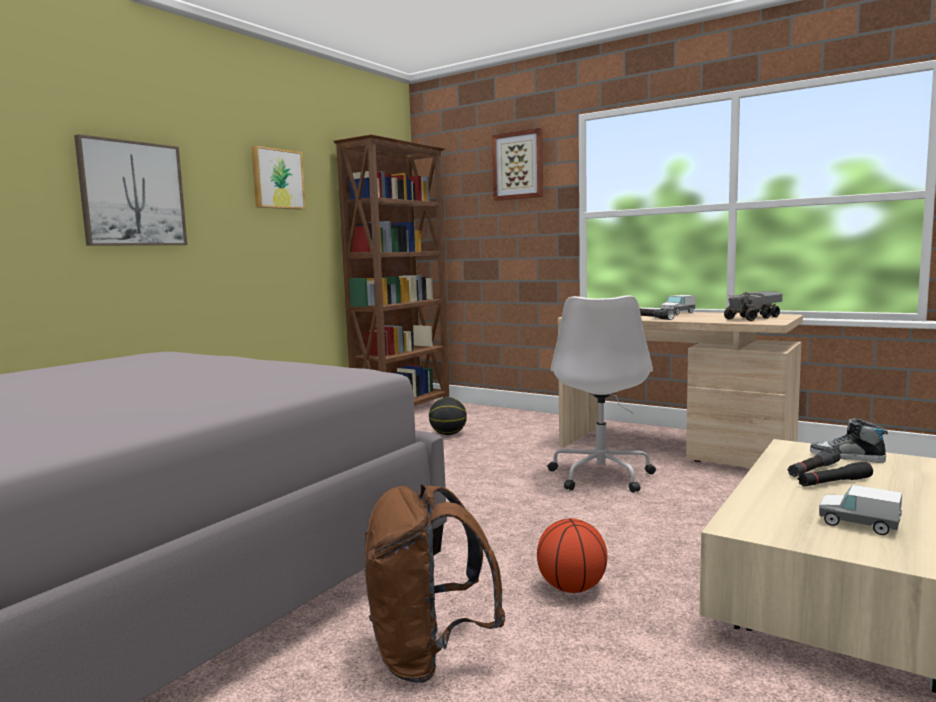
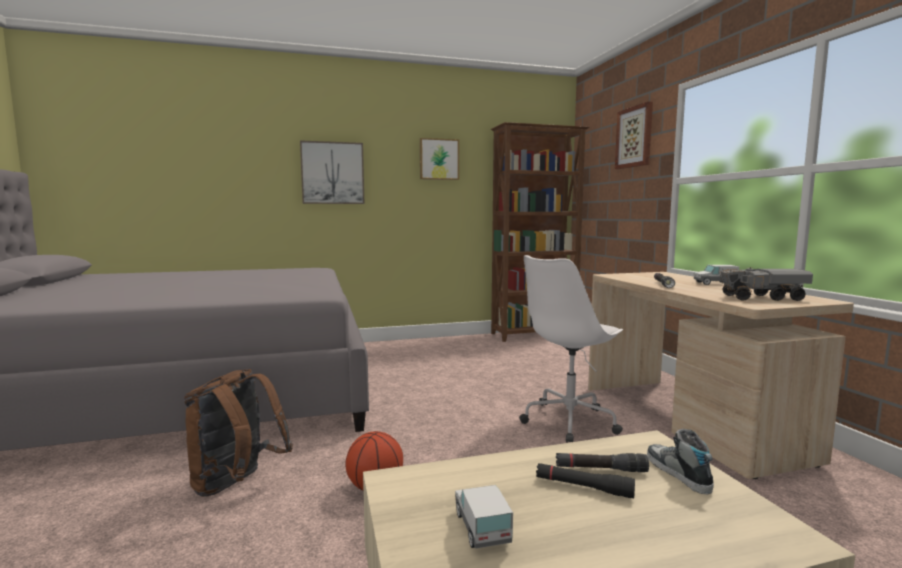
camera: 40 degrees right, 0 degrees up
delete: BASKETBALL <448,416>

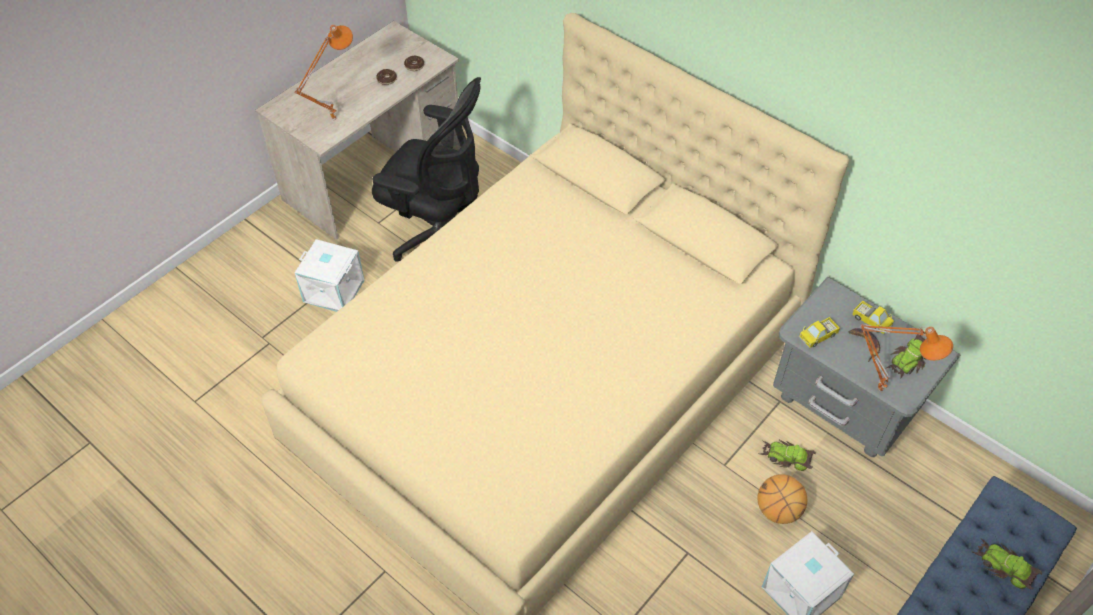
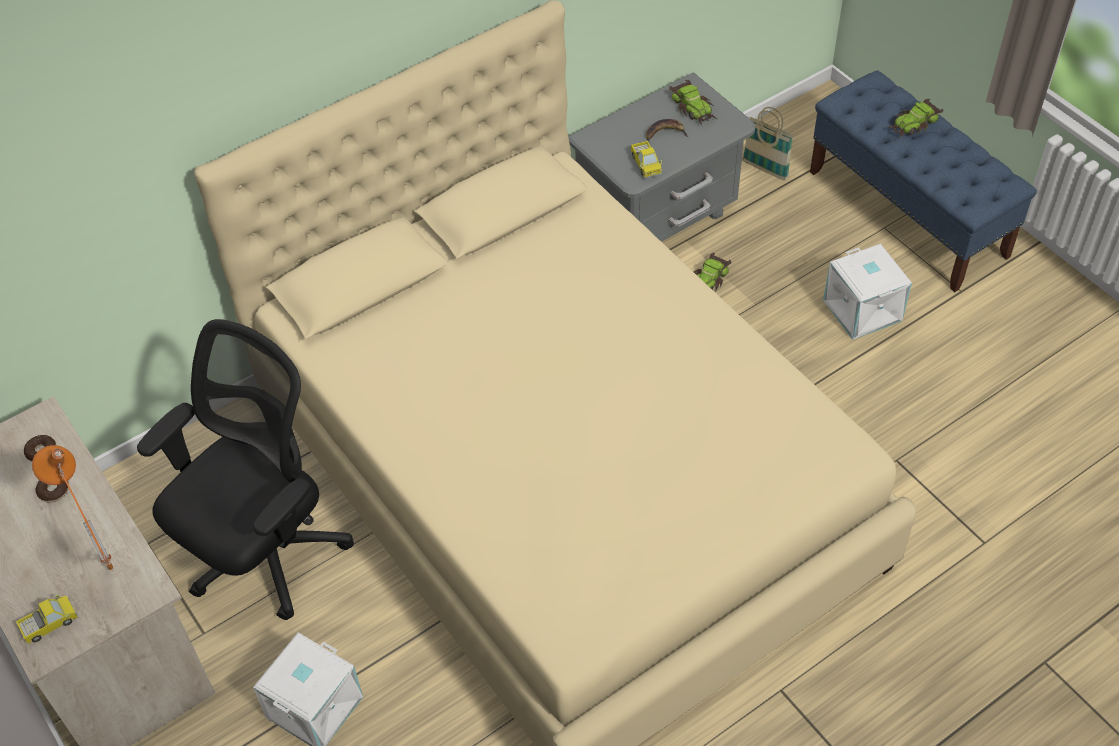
camera: 75 degrees left, 0 degrees up
delete: BASKETBALL <782,499>; ORANGE TABLE LAMP <906,358>
insert: BASKET <768,143>
move: TOY TRUCK <873,318> to <47,619>

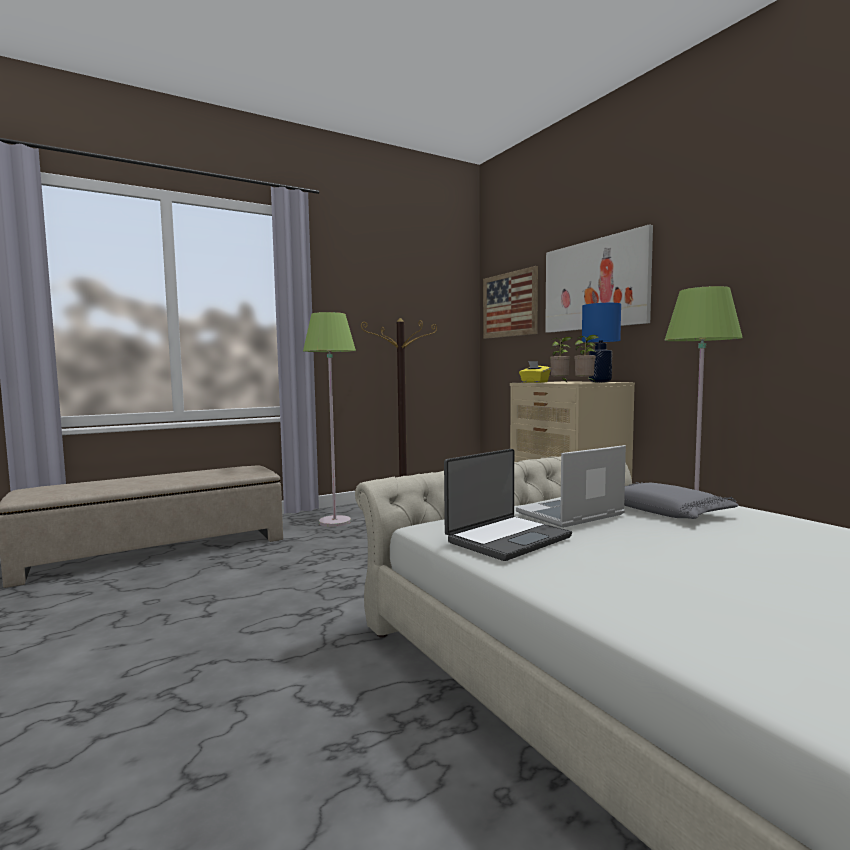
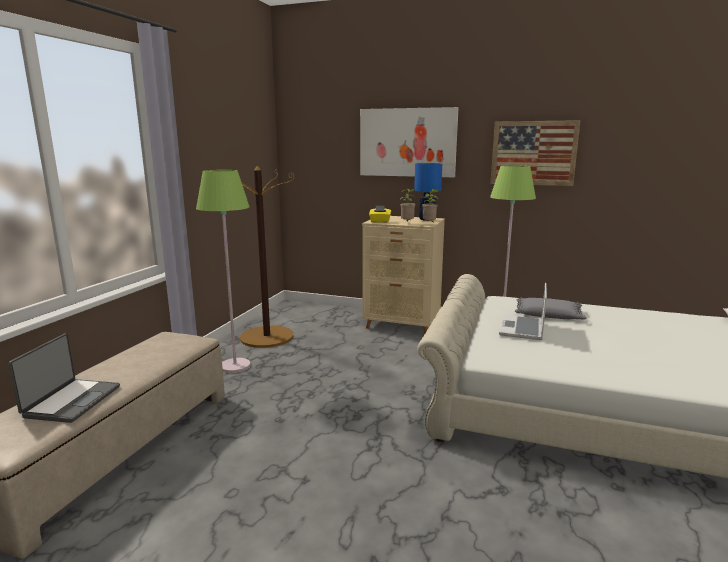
camera: 40 degrees left, 10 degrees up
move: LAPTOP <508,505> to <64,378>; PICTURE <510,302> to <536,153>

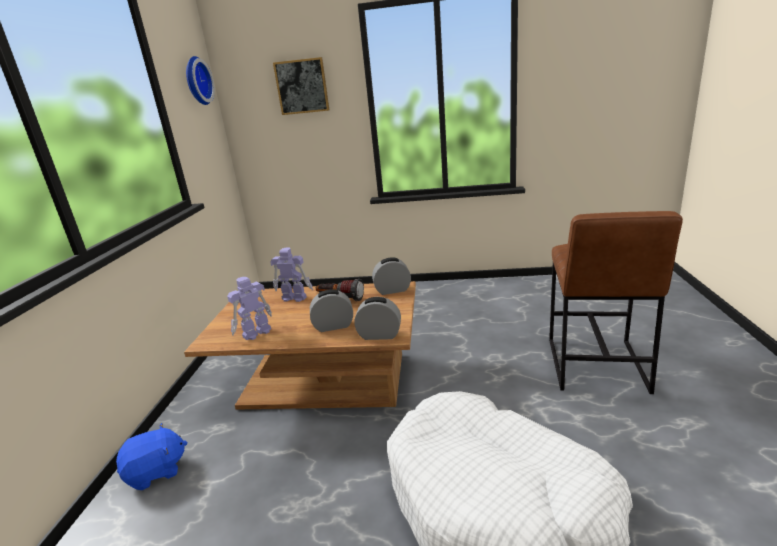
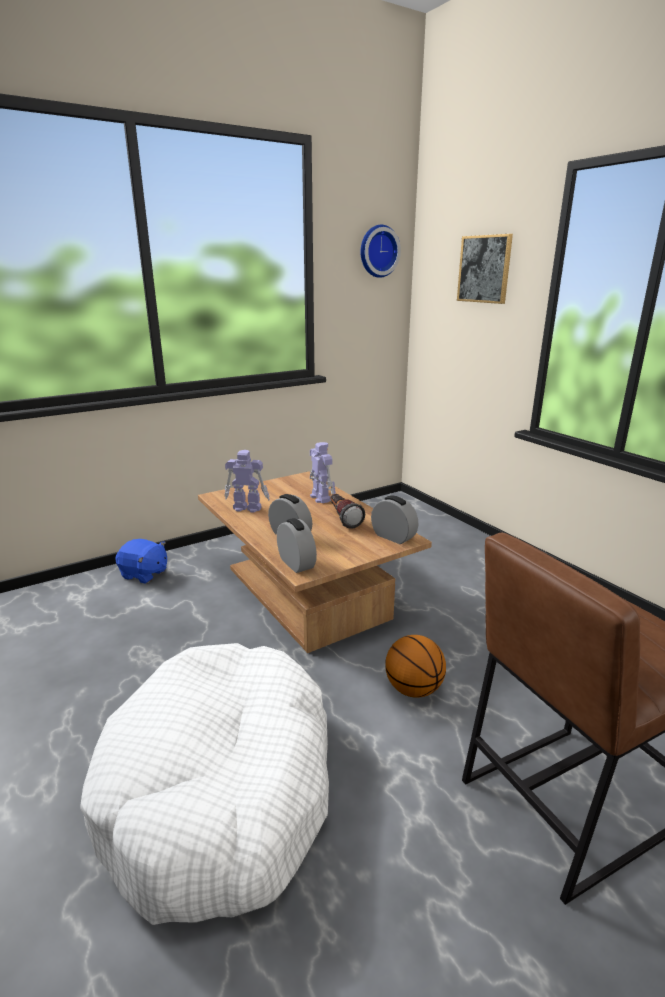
camera: 50 degrees right, 0 degrees up
insert: BASKETBALL <415,666>

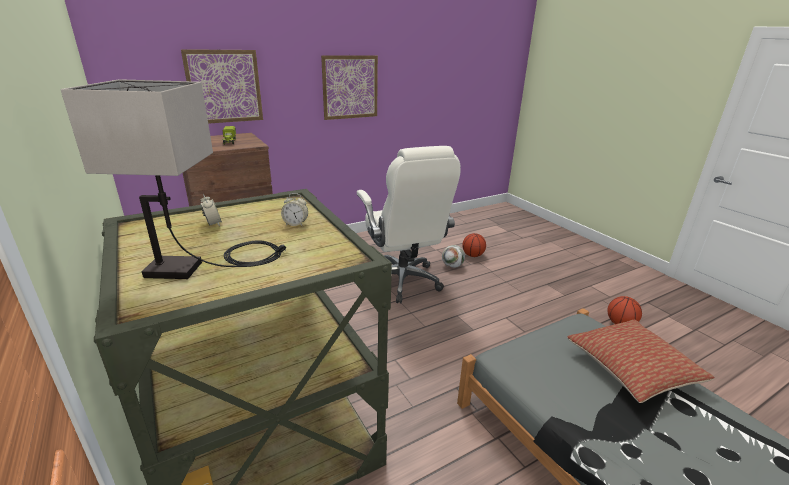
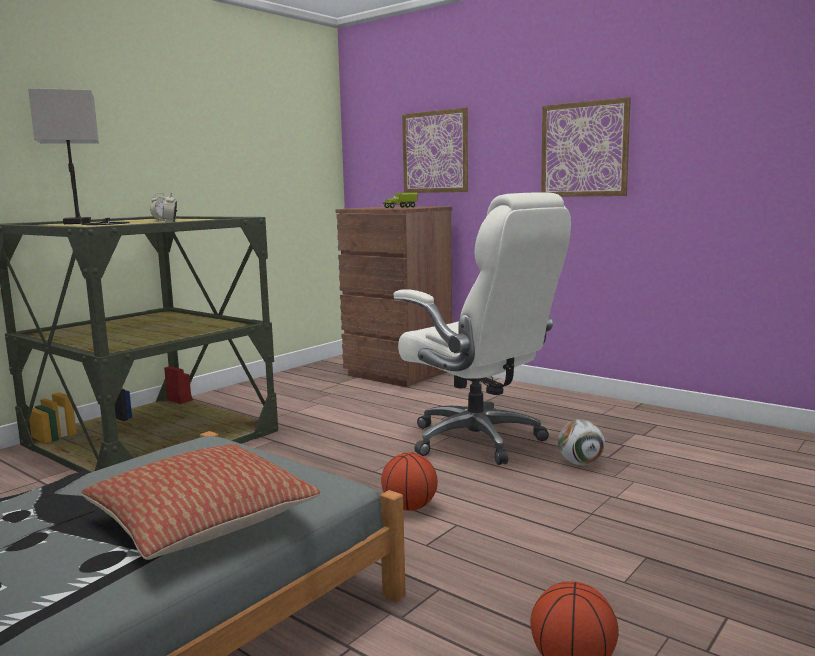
camera: 70 degrees right, 15 degrees down
move: BASKETBALL <474,245> to <409,481>
rotate: WHITE OFFICE CHAIR <409,225> = <482,328> 90 degrees counterclockwise

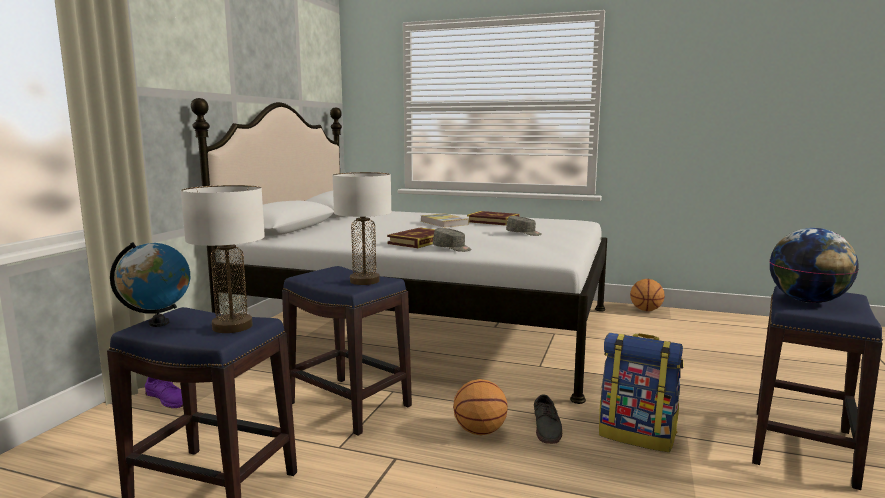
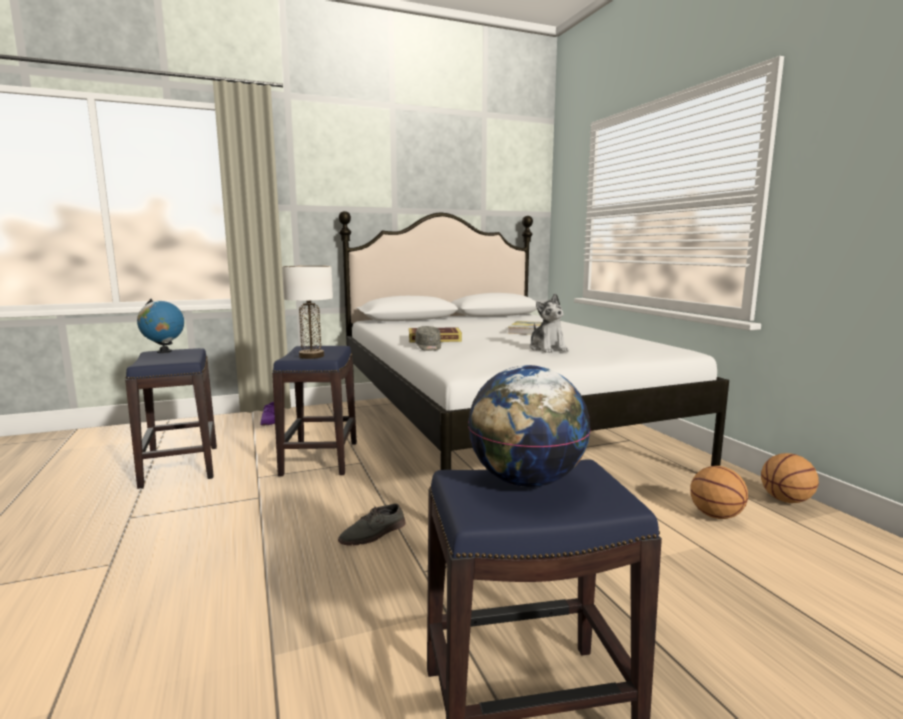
camera: 50 degrees right, 0 degrees up
delete: TABLE LAMP <223,259>; BOOK <493,218>; BACKPACK <641,392>
move: BASKETBALL <480,407> to <719,492>
replace: GREY CAP <524,226> to PLUSH TOY <549,323>

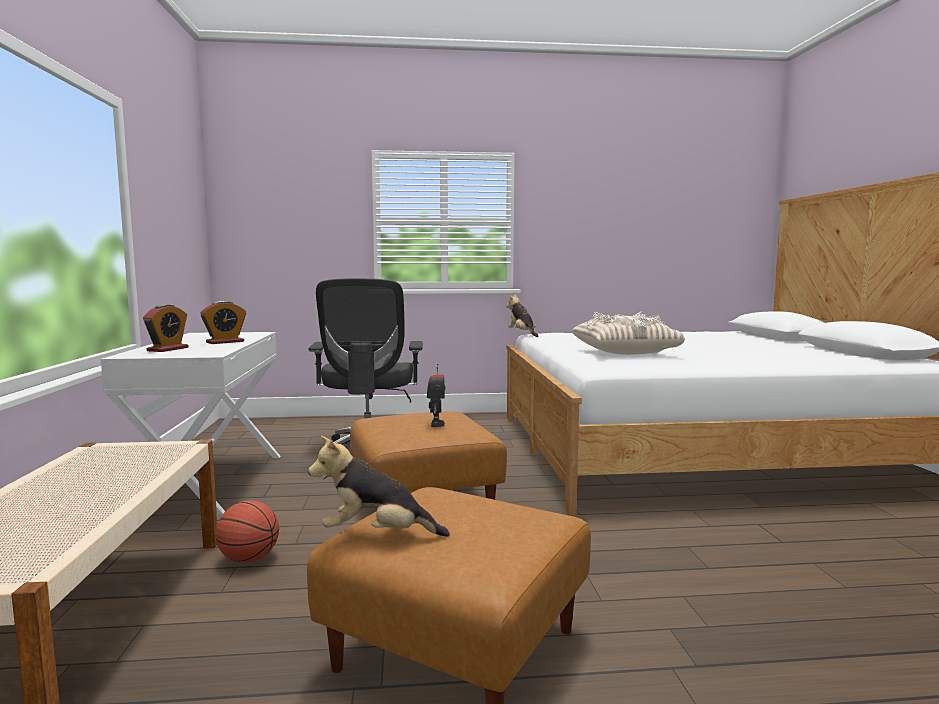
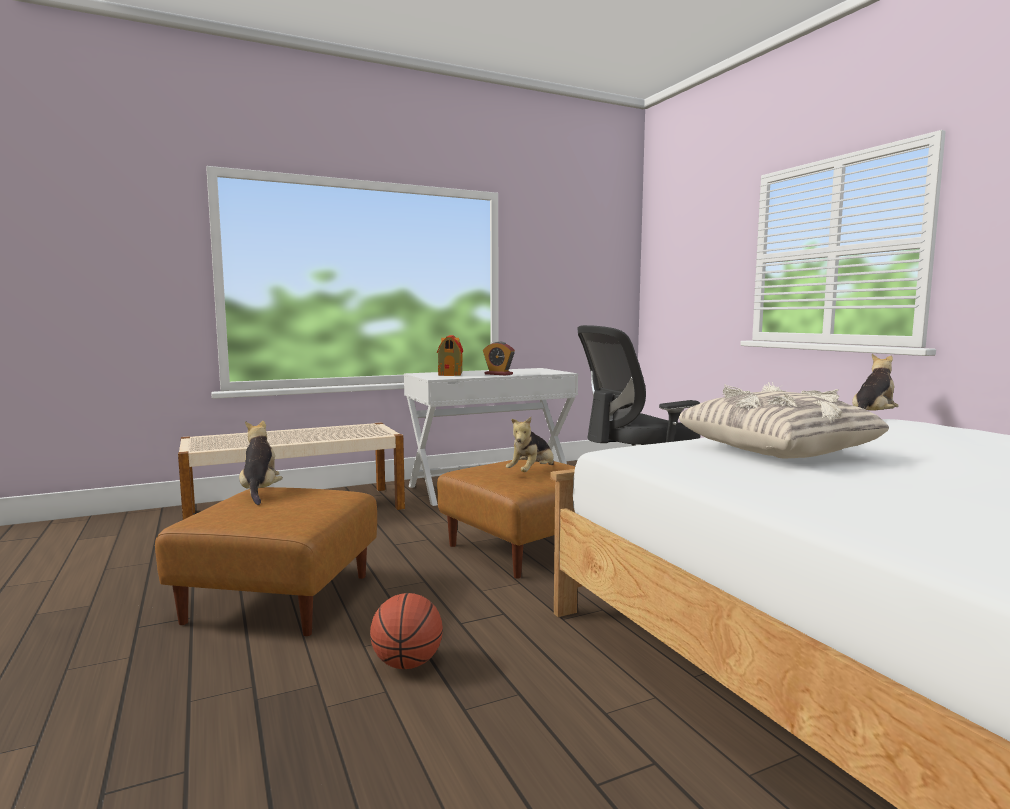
camera: 70 degrees right, 0 degrees up
move: BASKETBALL <247,531> to <406,631>
replace: ALARM CLOCK <166,328> to TOY HOUSE <450,355>; TOY ROBOT <436,395> to PLUSH TOY <530,444>

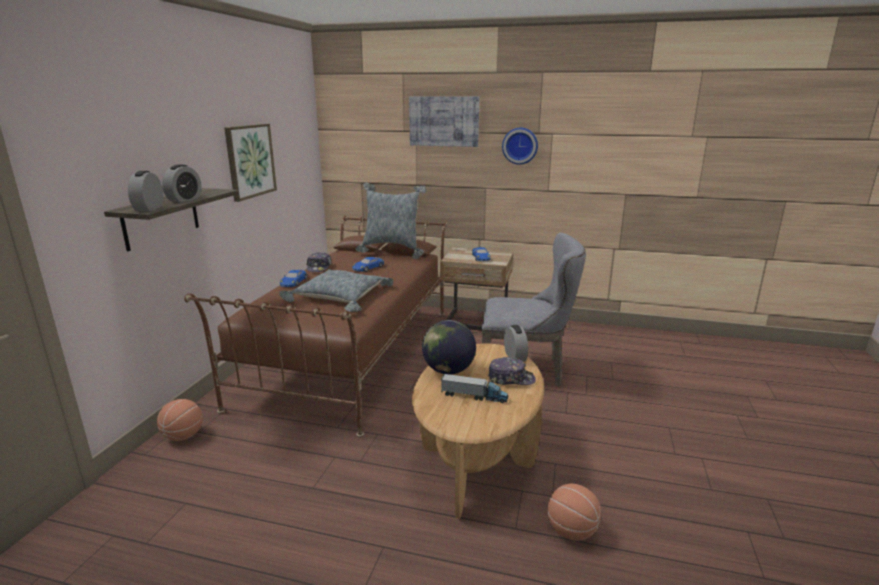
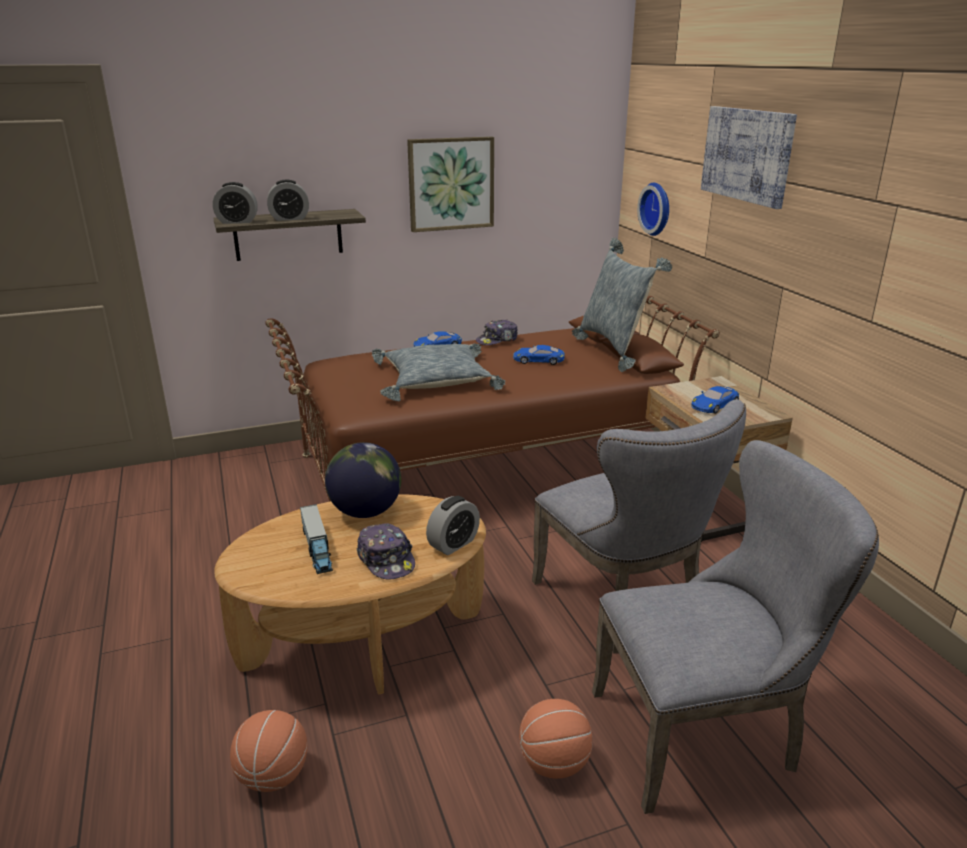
camera: 55 degrees right, 5 degrees up
insert: GREY CHAIR <735,627>
move: BASKETBALL <180,420> to <556,739>; WALL CLOCK <520,146> to <653,209>
rotate: ALARM CLOCK <145,191> = <235,203> 150 degrees counterclockwise

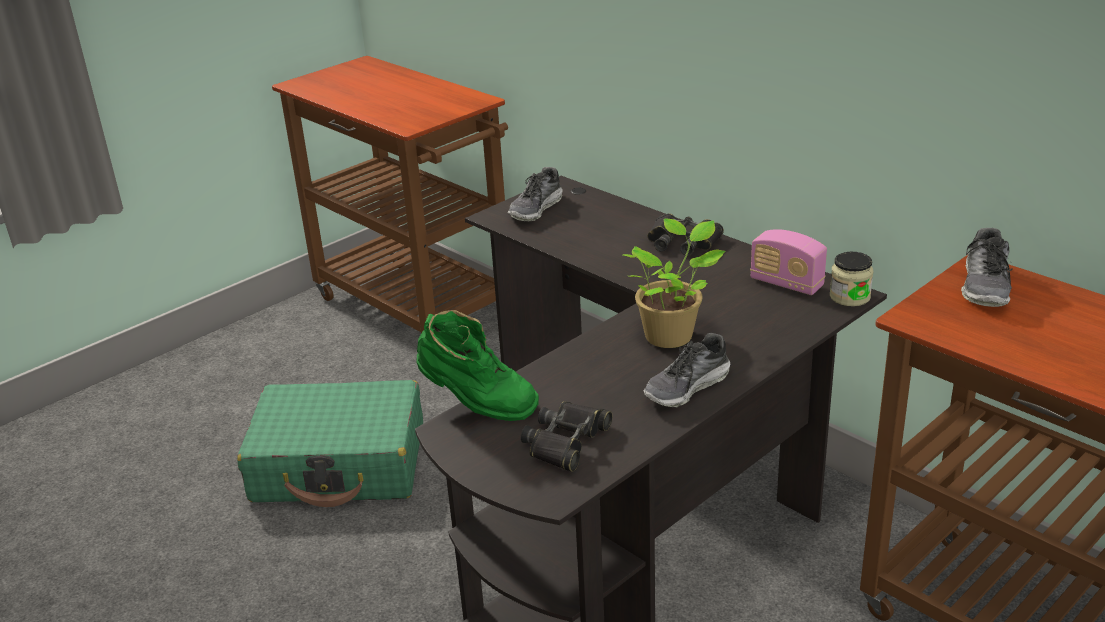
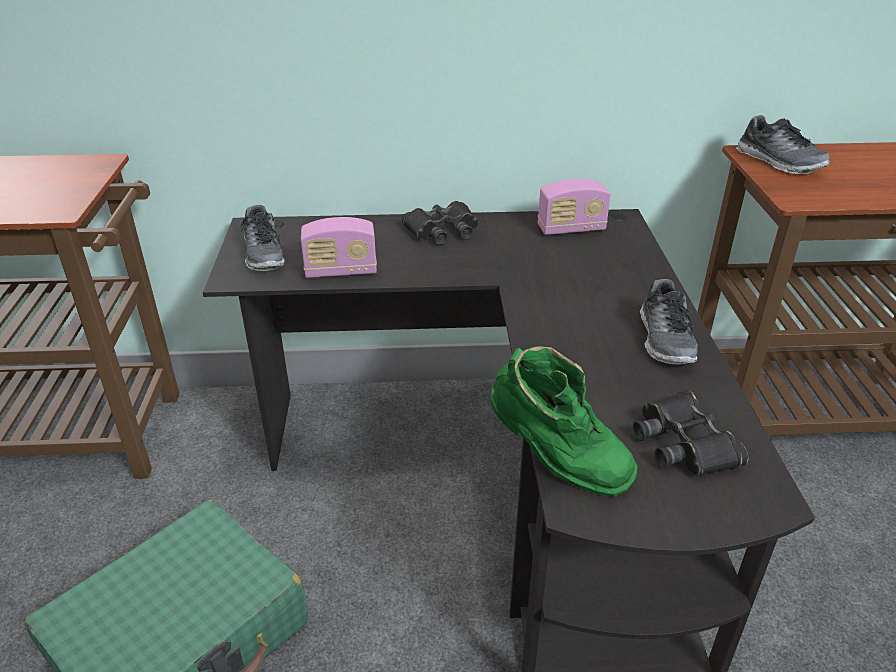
camera: 50 degrees left, 5 degrees up
delete: POTTED PLANT <674,283>; JAR <851,279>
insert: RADIO <339,247>
rotate: GREEN BOOT <478,365> = <563,421> 60 degrees clockwise

